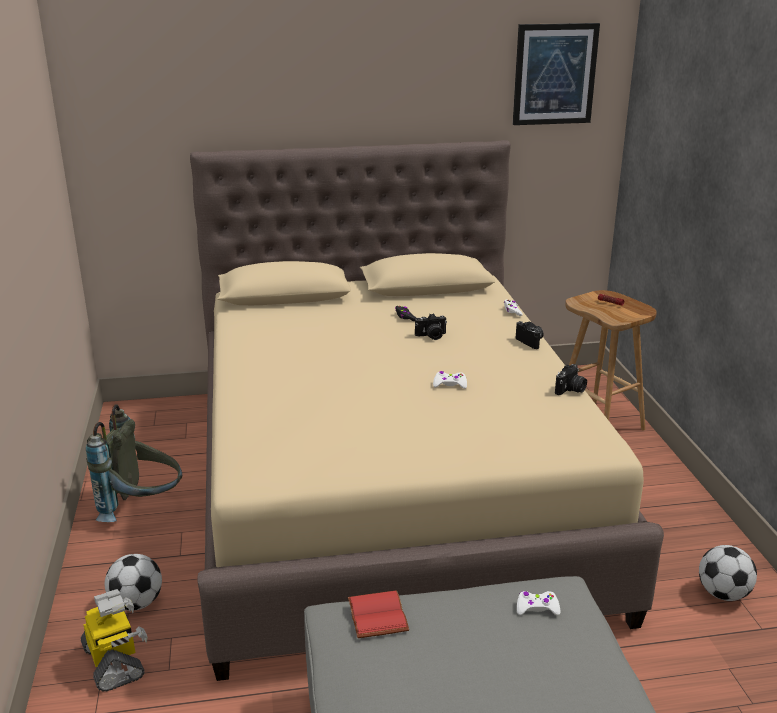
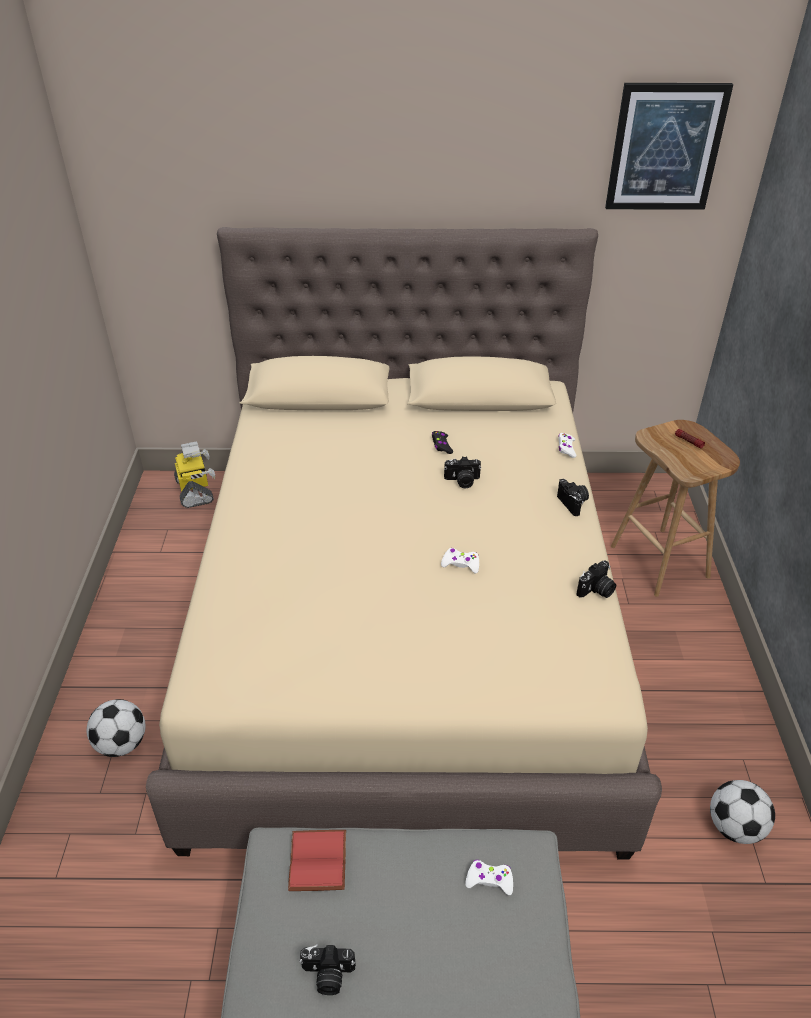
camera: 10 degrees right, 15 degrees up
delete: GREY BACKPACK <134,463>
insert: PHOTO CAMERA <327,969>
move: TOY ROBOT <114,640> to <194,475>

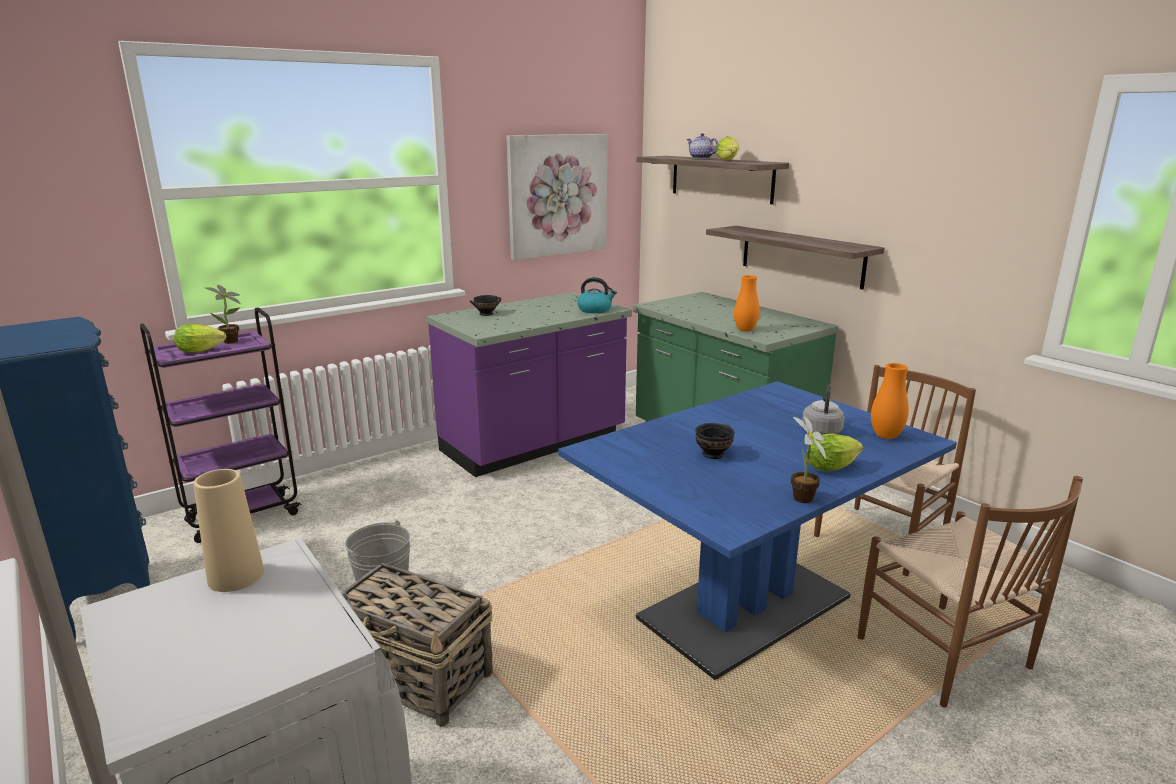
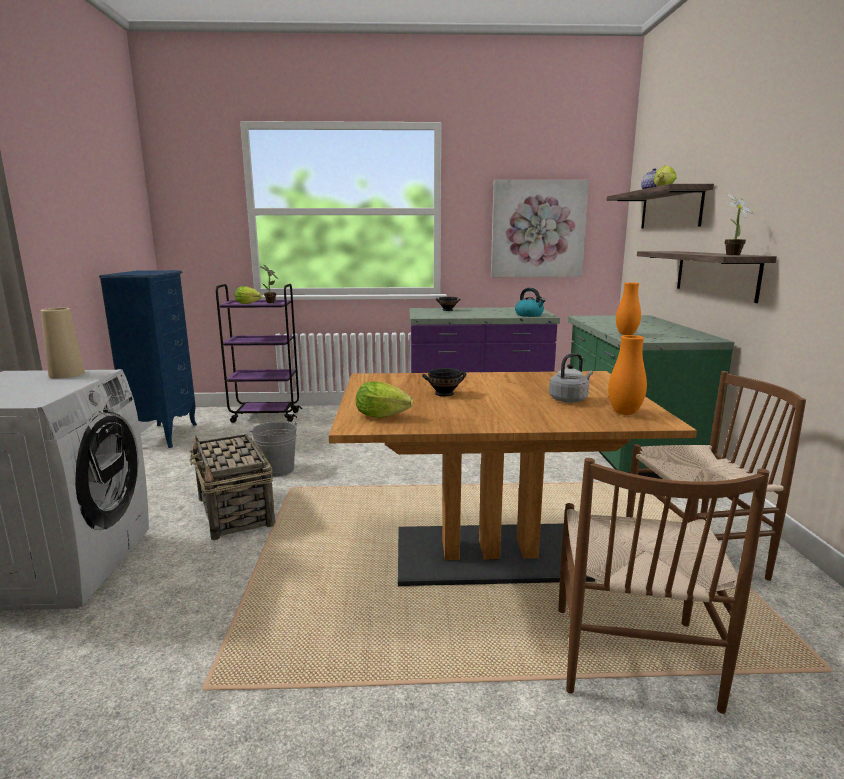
camera: 35 degrees right, 5 degrees down
move: POTTED PLANT <808,458> to <739,224>; LETTUCE <836,452> to <384,399>
recolor: BLUE DINING TABLE <757,530> to BROWN DINING TABLE <513,478>

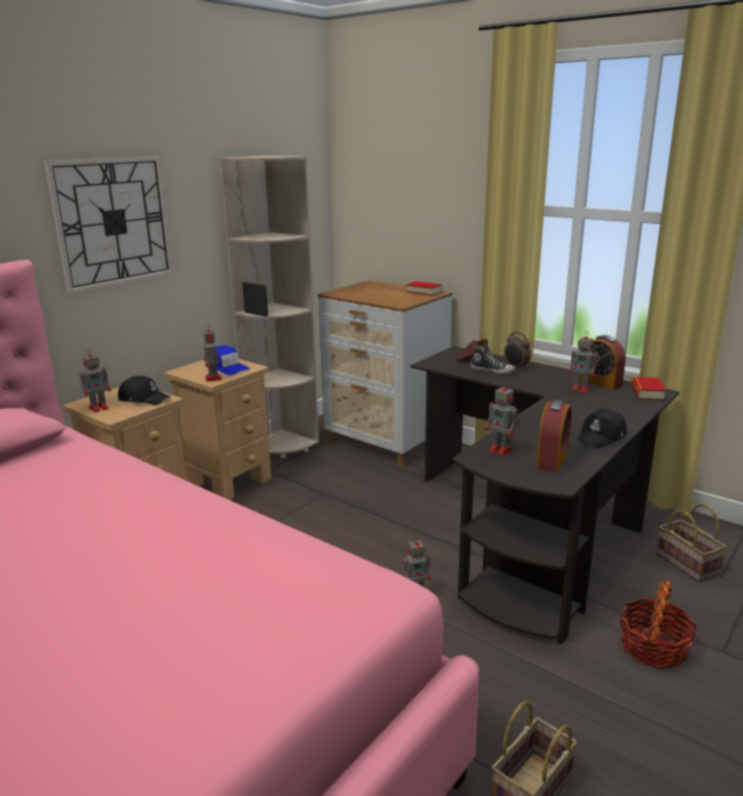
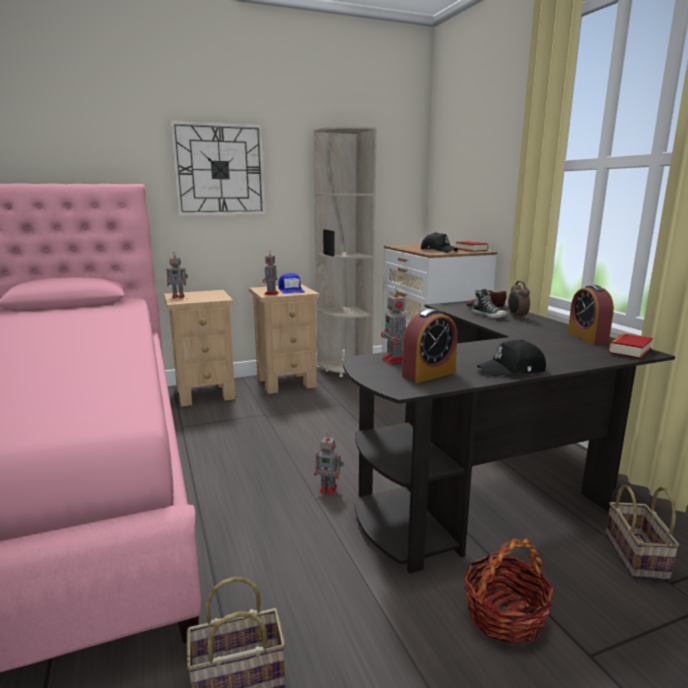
camera: 30 degrees right, 5 degrees down
delete: TOY ROBOT <584,362>
move: BLACK CAP <144,390> to <439,242>

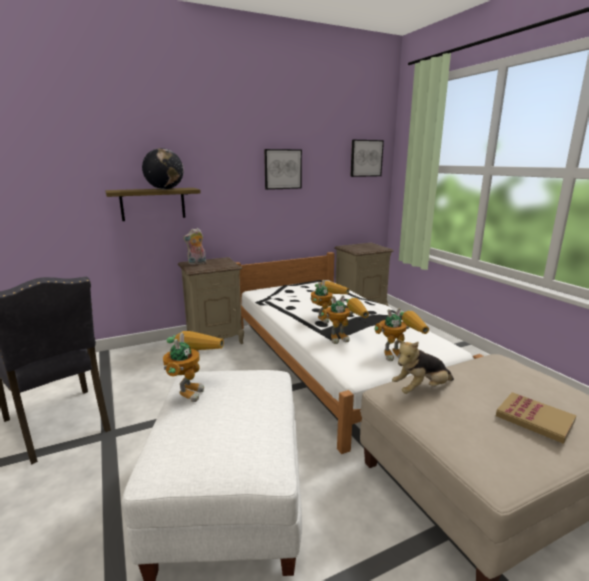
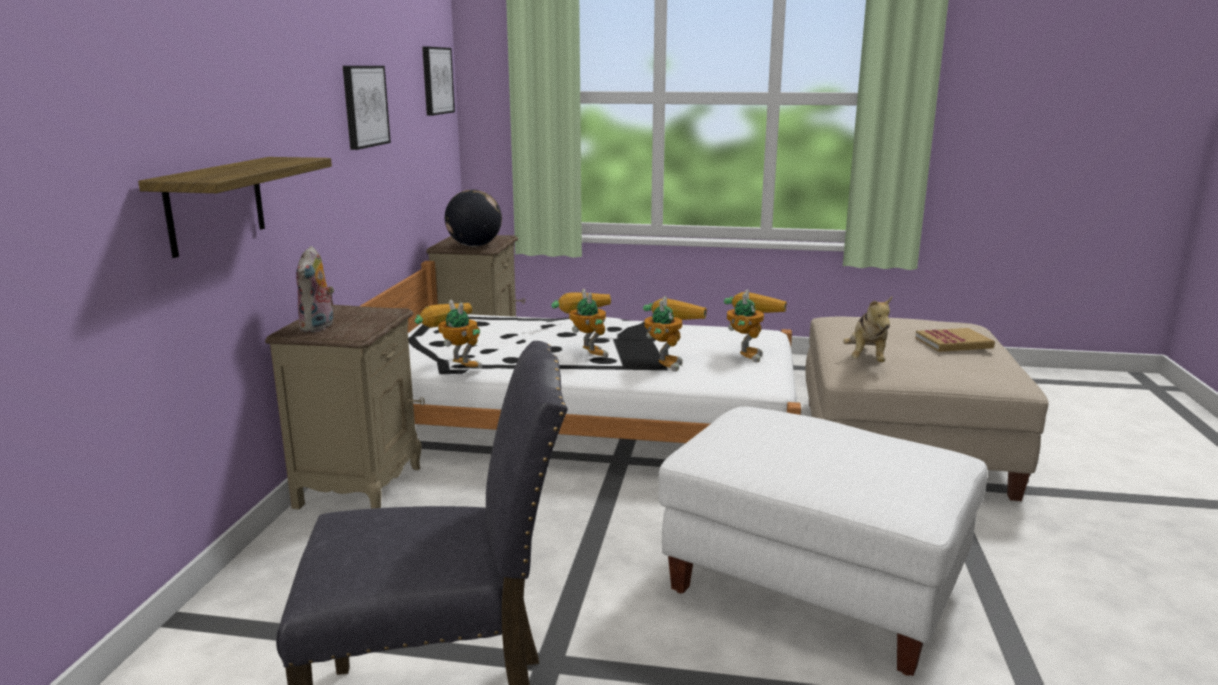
camera: 55 degrees left, 0 degrees up
move: GLOBE <163,168> to <473,218>; TOY ROBOT <193,366> to <448,334>

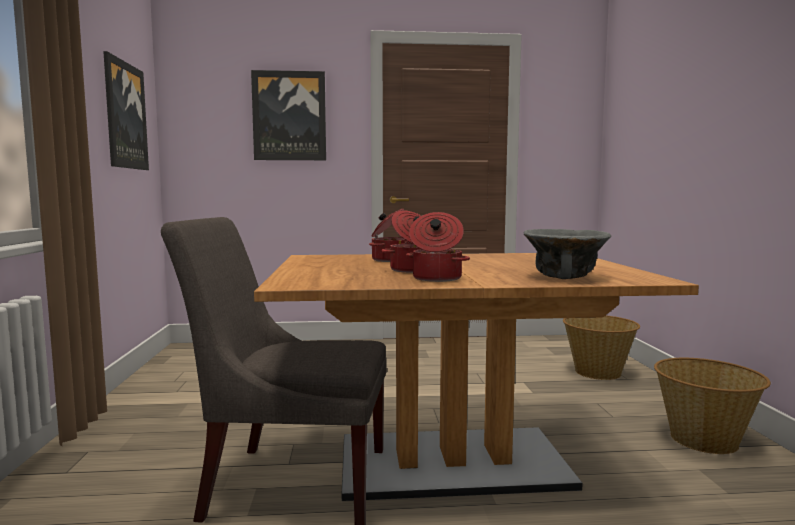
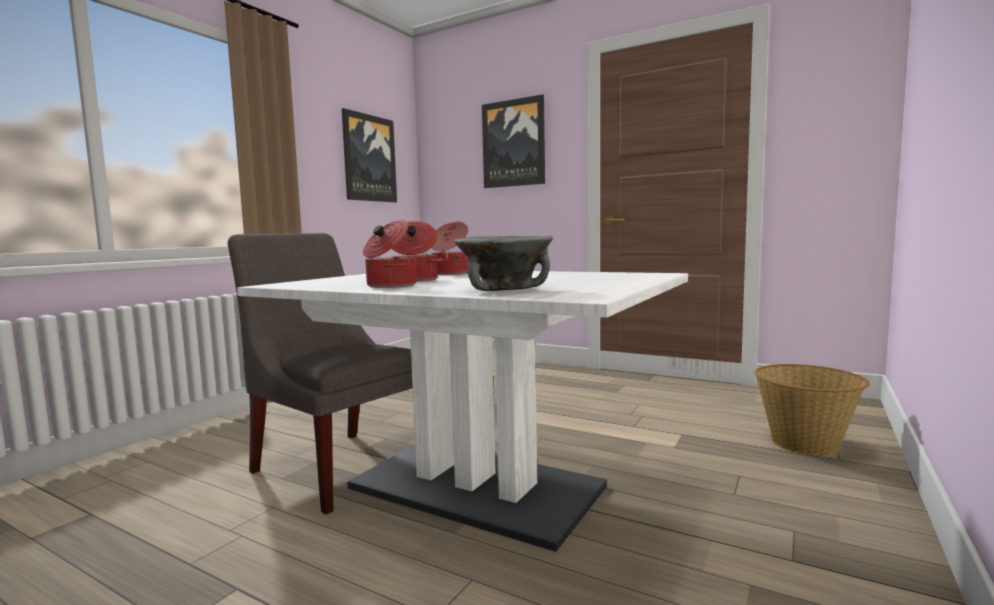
camera: 35 degrees right, 0 degrees up
delete: BASKET <712,406>
recolor: BROWN DINING TABLE <476,377> to WHITE DINING TABLE <462,411>

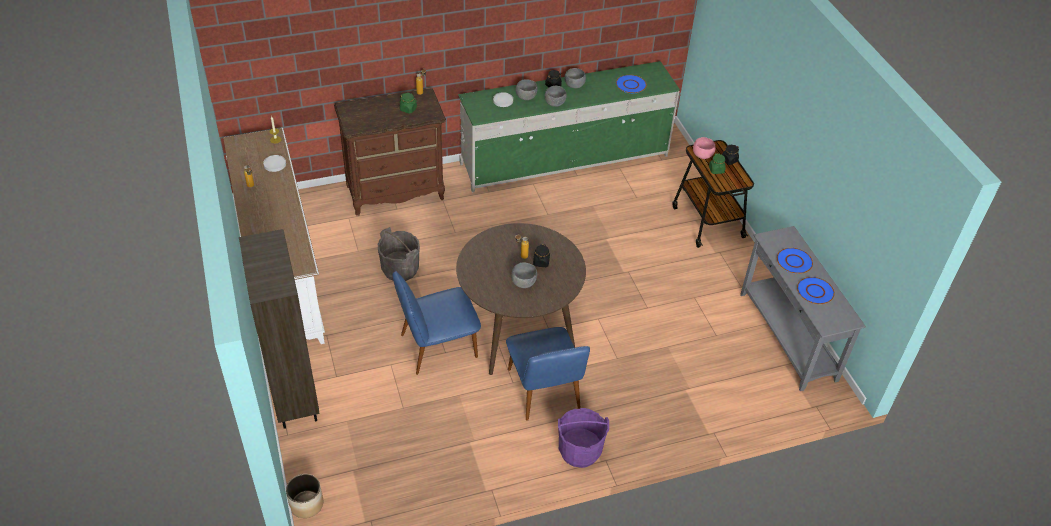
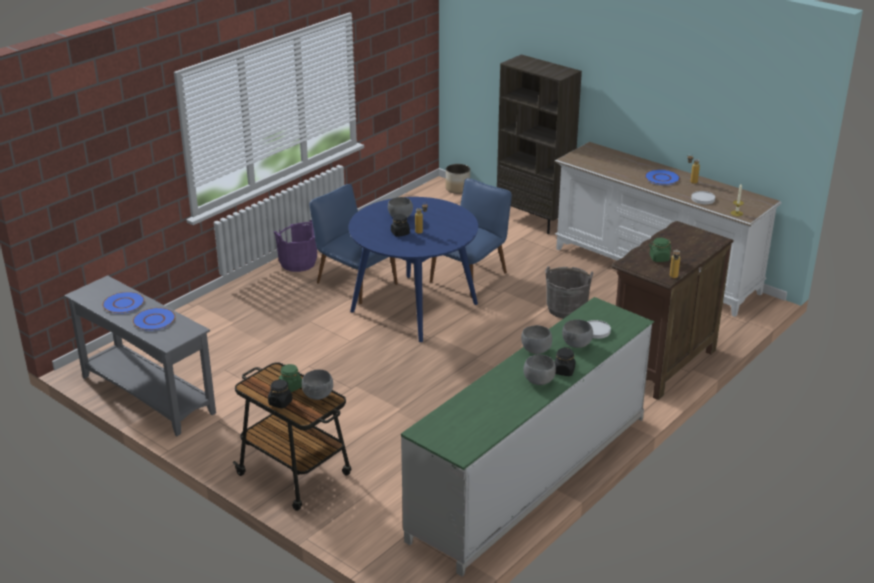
camera: 150 degrees right, 15 degrees down
move: BLUE PLATE <631,84> to <662,177>
recolor: BROWN DINING TABLE <521,299> to BLUE DINING TABLE <413,269>; PINK BOWL <704,148> to GREY BOWL <317,385>

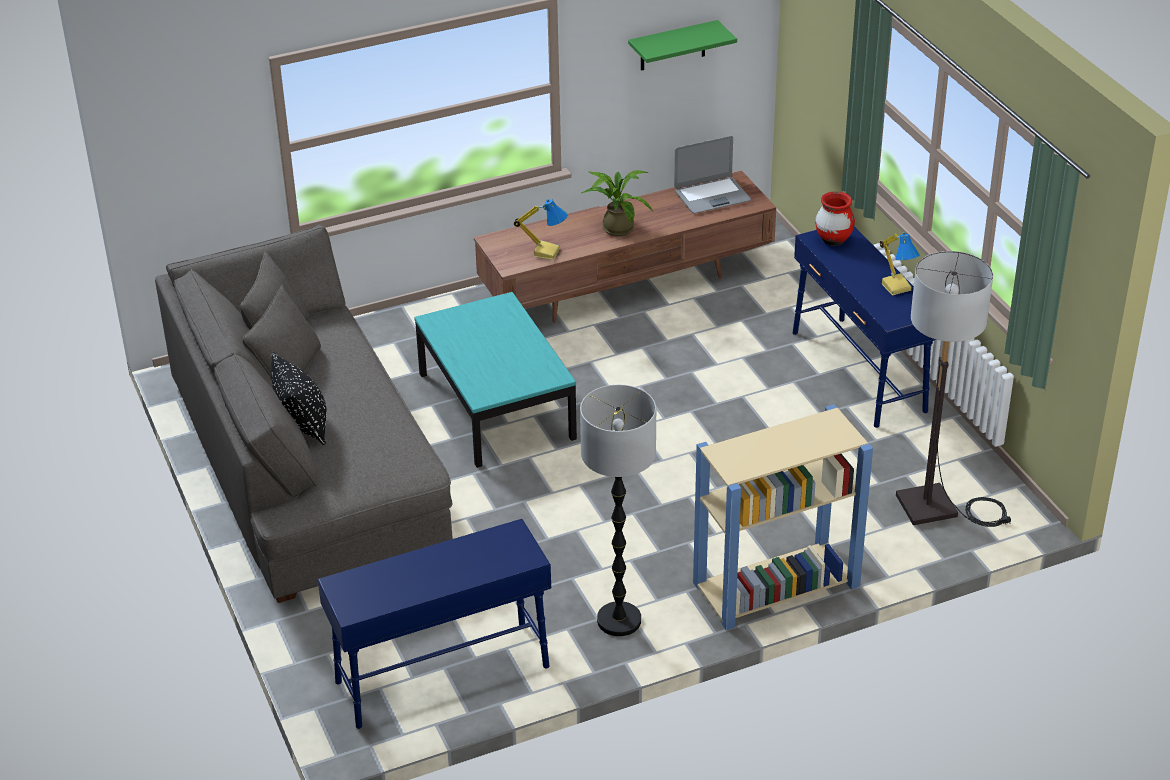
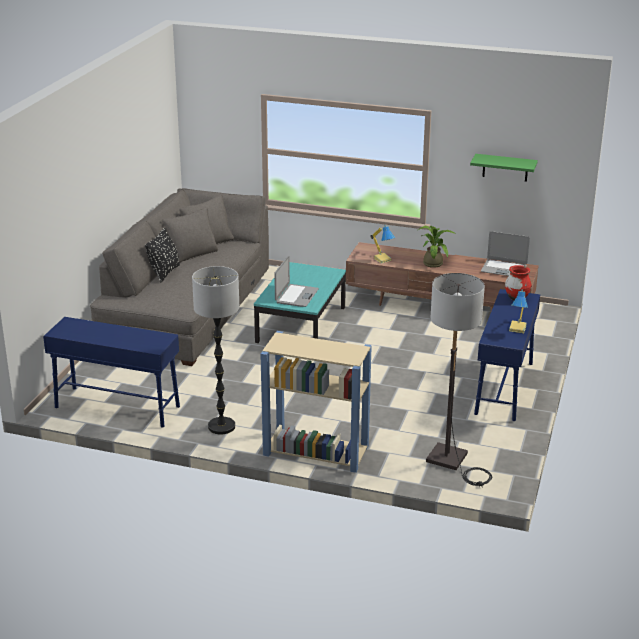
camera: 40 degrees right, 10 degrees down
insert: LAPTOP <296,281>

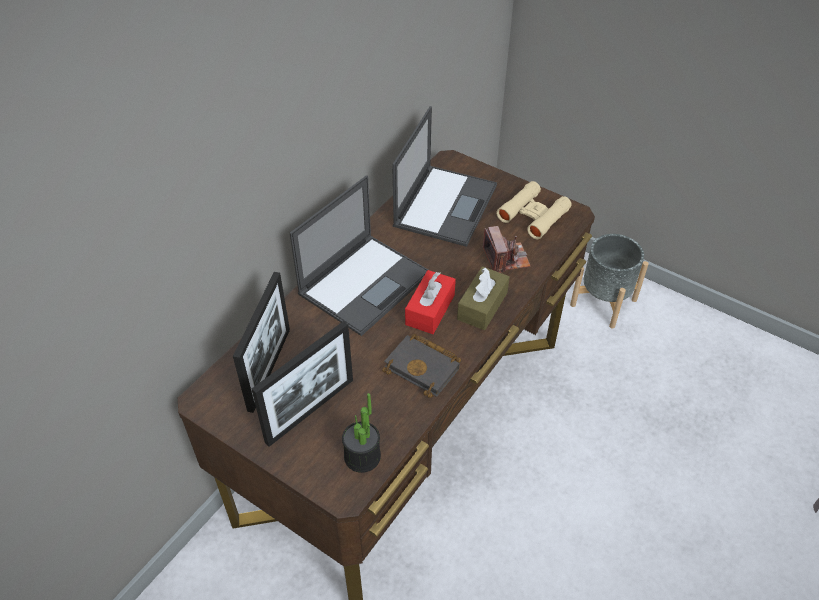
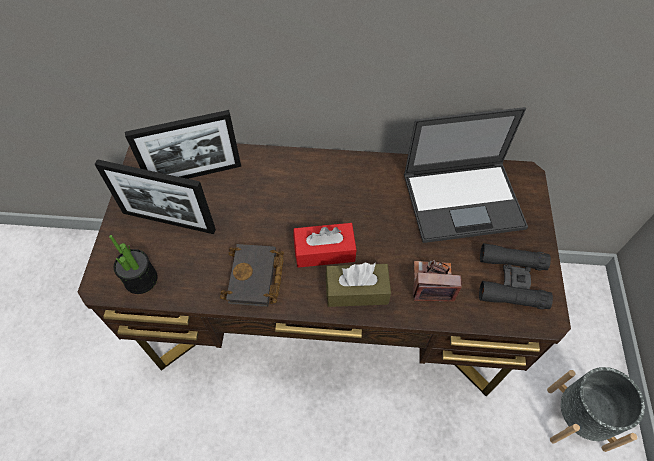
camera: 60 degrees right, 10 degrees up
delete: LAPTOP <359,255>
recolor: BEIGE BINOCULARS <534,210> to BLACK BINOCULARS <516,276>
rotate: PHOTO CAMERA <507,249> = <437,280> 135 degrees counterclockwise

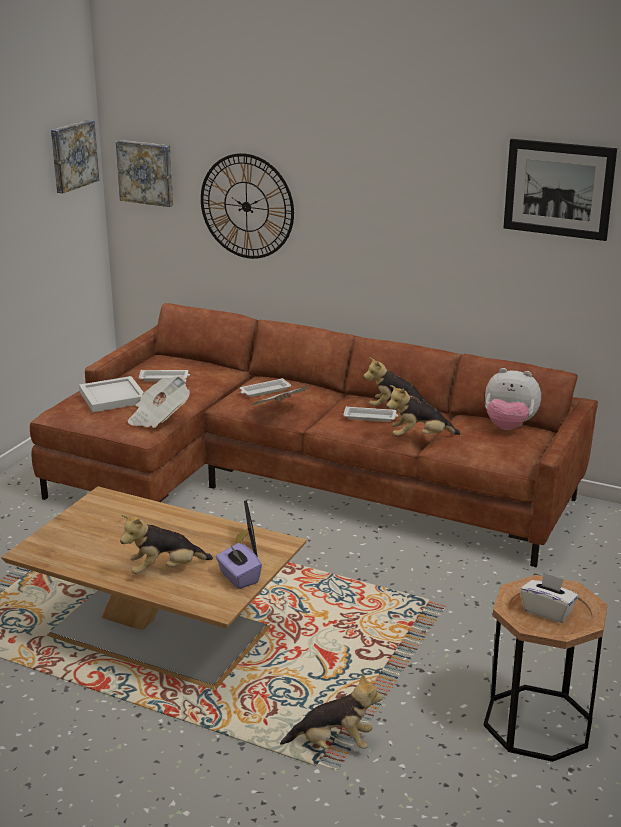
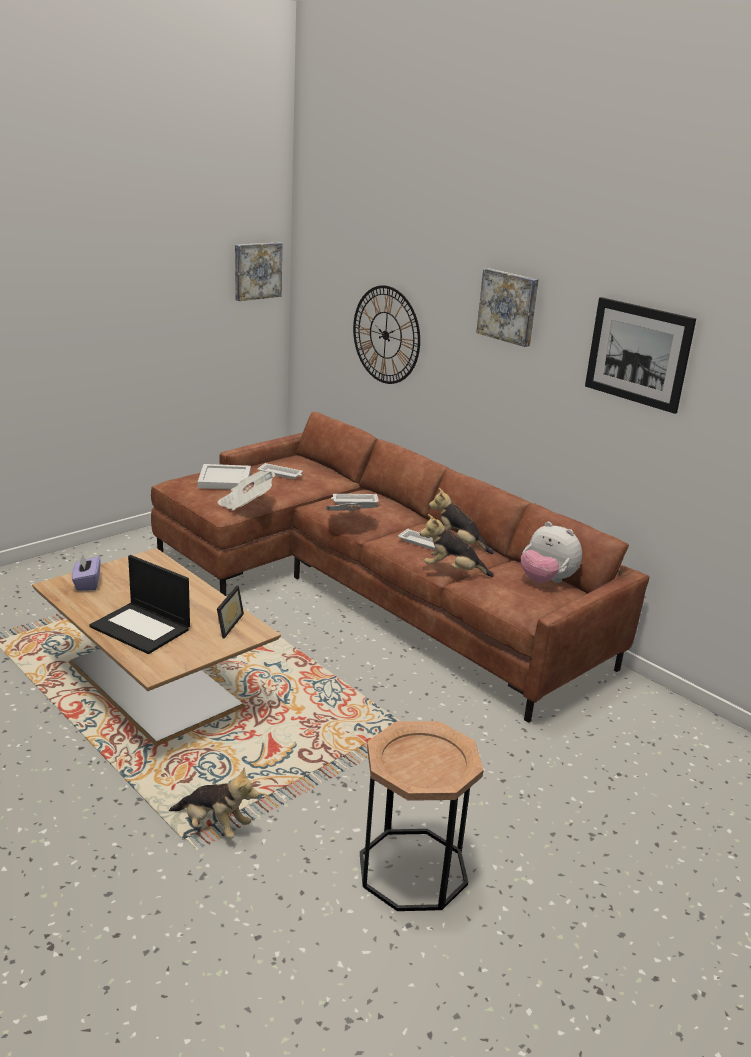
camera: 20 degrees right, 0 degrees up
delete: WHITE TISSUE BOX <549,597>
move: PICTURE <144,173> to <507,307>; PURPLE TISSUE BOX <239,566> to <86,572>
replace: PLUSH TOY <166,544> to LAPTOP <139,604>

